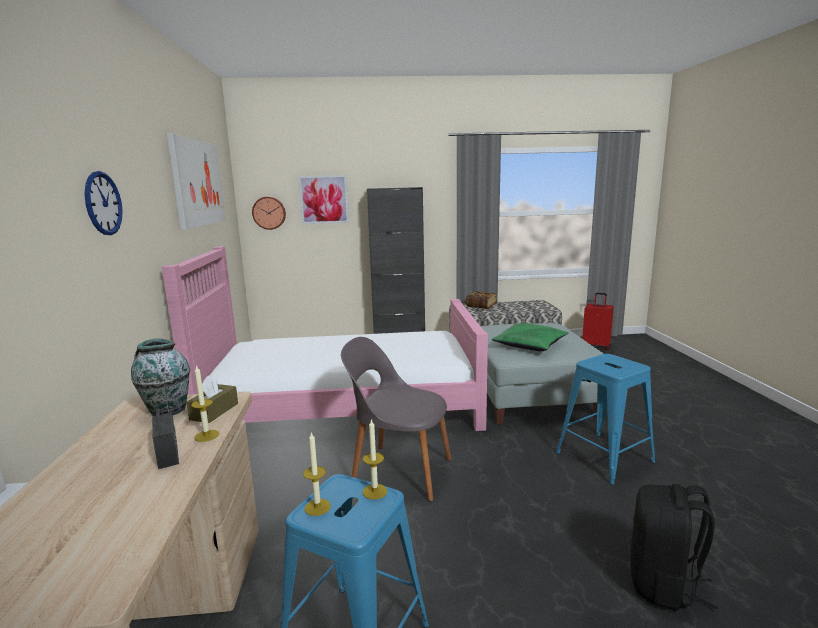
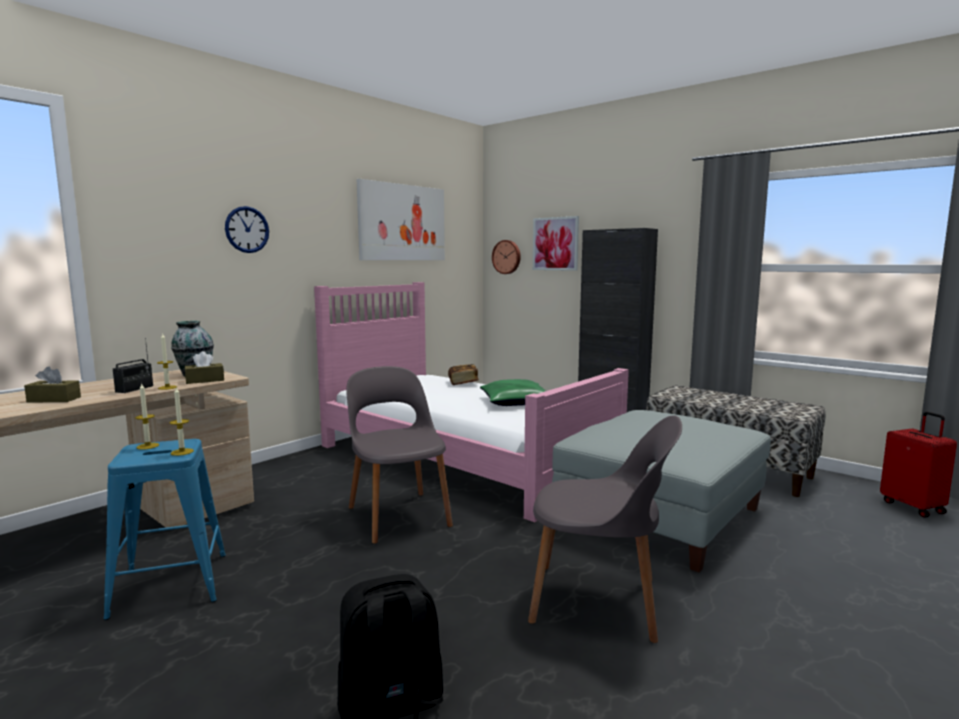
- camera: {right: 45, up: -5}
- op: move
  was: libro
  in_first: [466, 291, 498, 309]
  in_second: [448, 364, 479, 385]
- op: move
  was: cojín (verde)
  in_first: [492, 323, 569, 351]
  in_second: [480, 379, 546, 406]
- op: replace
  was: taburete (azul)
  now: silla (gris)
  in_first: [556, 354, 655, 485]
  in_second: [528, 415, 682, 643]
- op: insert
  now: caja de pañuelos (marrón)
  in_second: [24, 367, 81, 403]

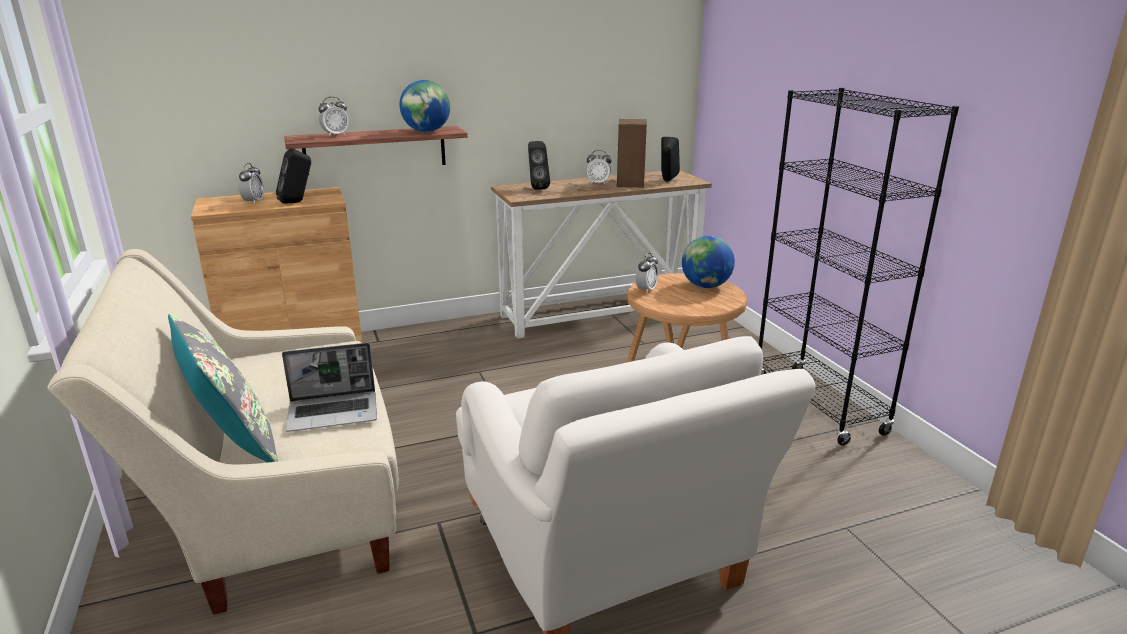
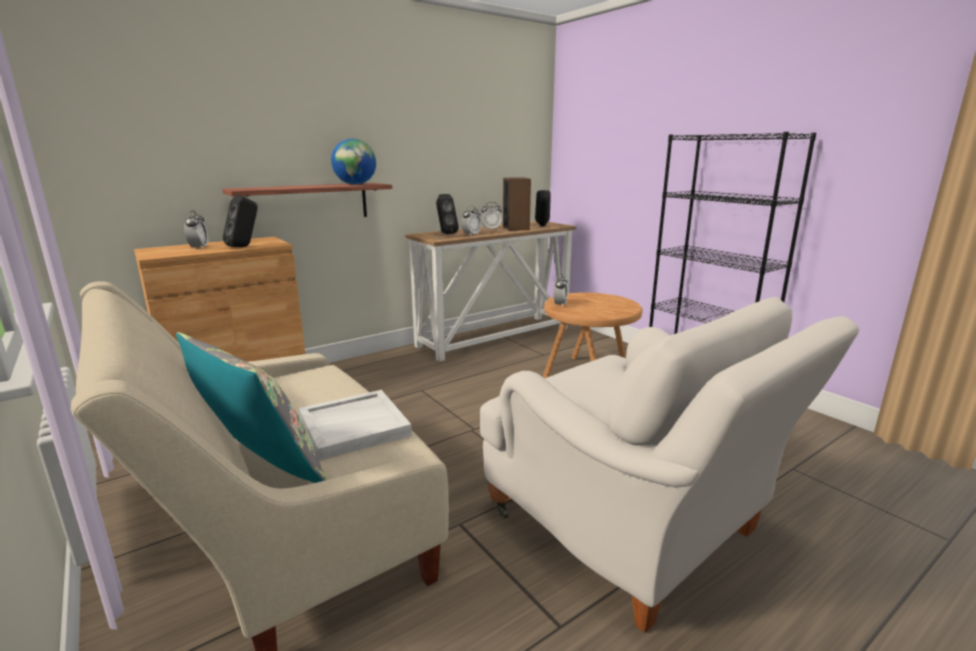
- camera: {right: -15, up: -5}
- op: move
  was: despertador
  in_first: [318, 97, 349, 137]
  in_second: [461, 206, 481, 236]
- op: delete
  was: globo terráqueo
  in_first: [682, 236, 735, 288]
- op: replace
  was: portátil
  now: bandeja (blanco)
  in_first: [282, 343, 377, 432]
  in_second: [299, 390, 412, 461]

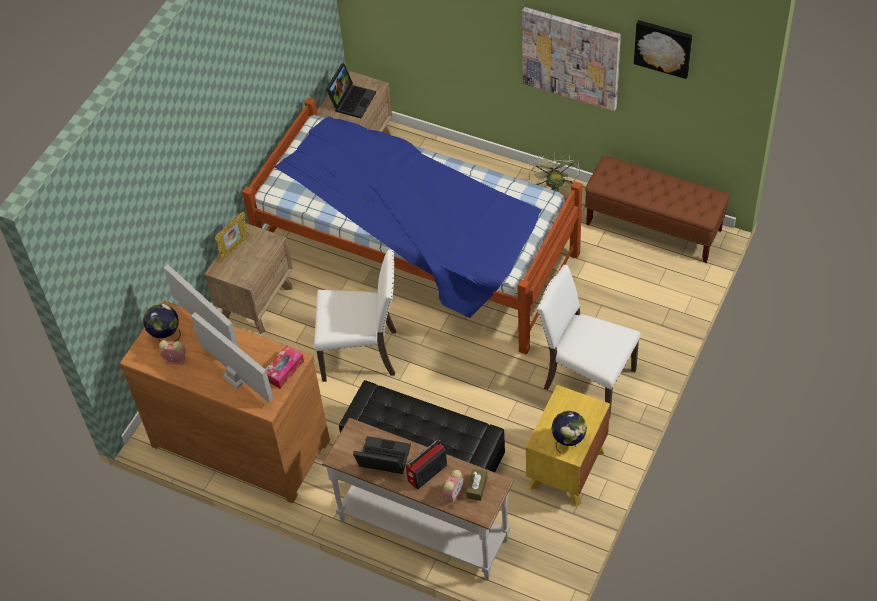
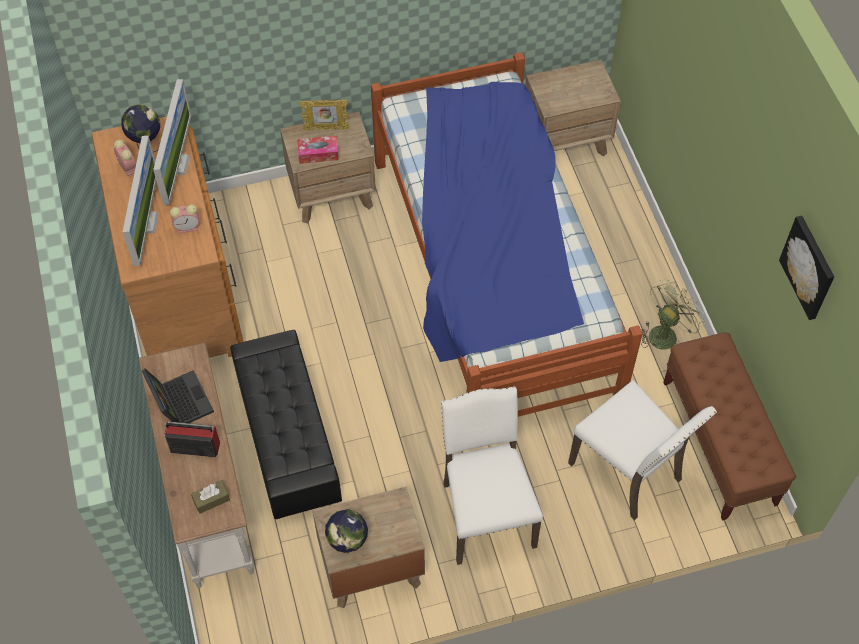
- camera: {right: 45, up: 5}
- op: delete
  was: cuadro
  in_first: [522, 7, 621, 111]
- op: delete
  was: portátil
  in_first: [326, 63, 376, 118]
- op: move
  was: silla (blanco)
  in_first: [314, 250, 396, 382]
  in_second: [568, 380, 717, 520]
- op: move
  was: caja de pañuelos
  in_first: [266, 345, 304, 389]
  in_second: [297, 136, 339, 164]
- op: recolor
  was: mesita de noche (amarillo)
  now: mesita de noche (marrón)
  in_first: [526, 385, 610, 507]
  in_second: [312, 486, 425, 608]
- op: move
  was: despertador
  in_first: [443, 470, 464, 503]
  in_second: [170, 204, 199, 233]

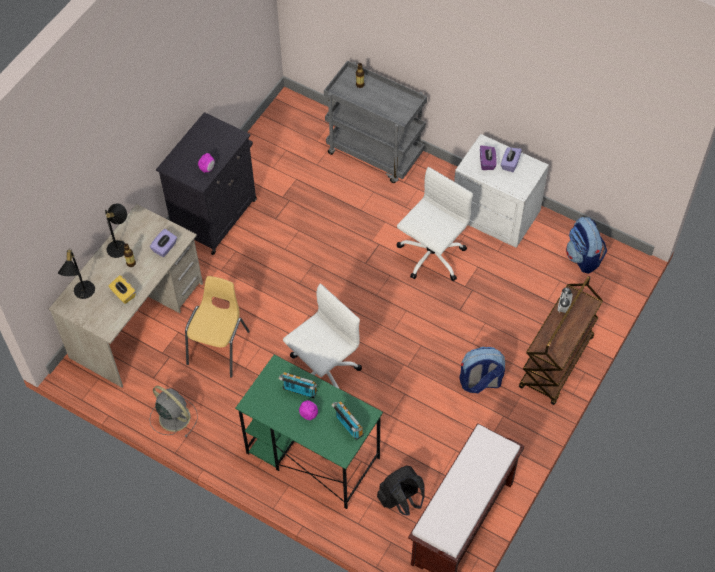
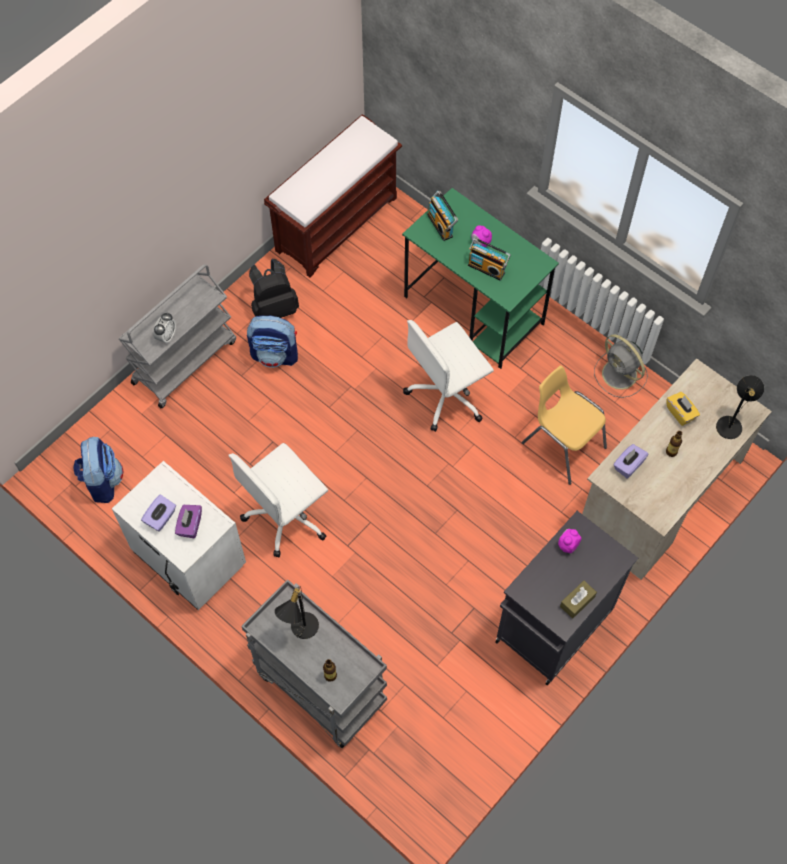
- camera: {right: -170, up: 5}
- op: move
  was: lámpara de mesa (negro)
  in_first: [105, 203, 127, 258]
  in_second: [274, 586, 319, 639]
- op: rotate
  was: silla (amarillo)
  in_first: [185, 276, 250, 378]
  in_second: [521, 365, 607, 485]
  clockwise: 105
- op: recolor
  was: carrito (marrón)
  now: carrito (gris)
  in_first: [519, 276, 603, 405]
  in_second: [119, 264, 236, 408]
- op: move
  was: mochila (negro)
  in_first: [377, 465, 425, 515]
  in_second: [249, 259, 299, 318]
- op: insert
  now: caja de pañuelos (marrón)
  in_second: [560, 581, 597, 619]

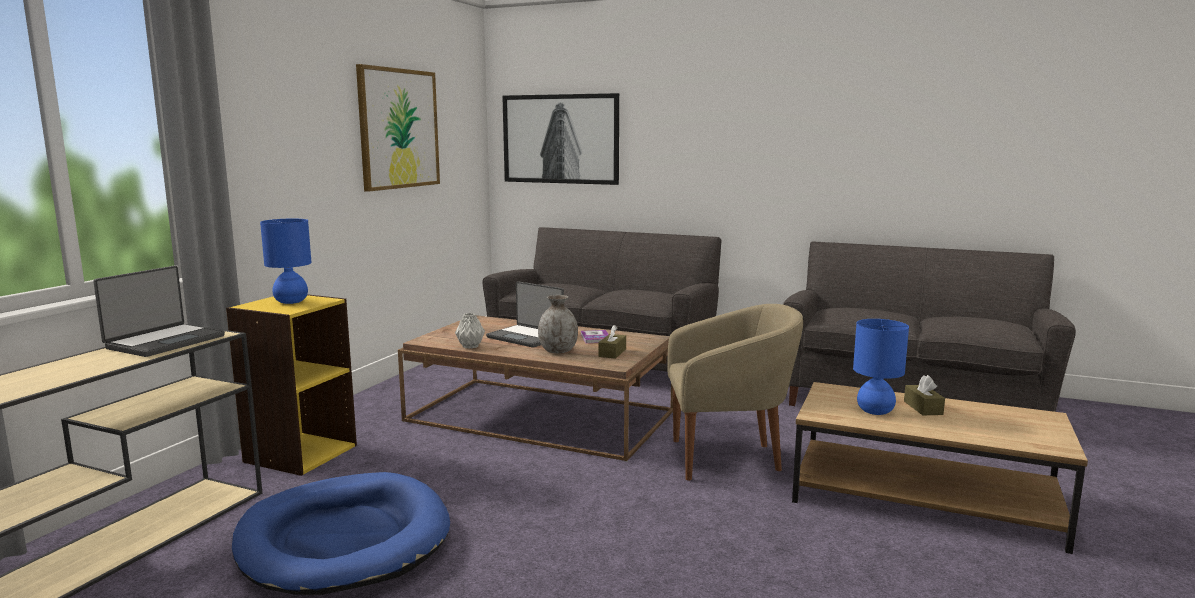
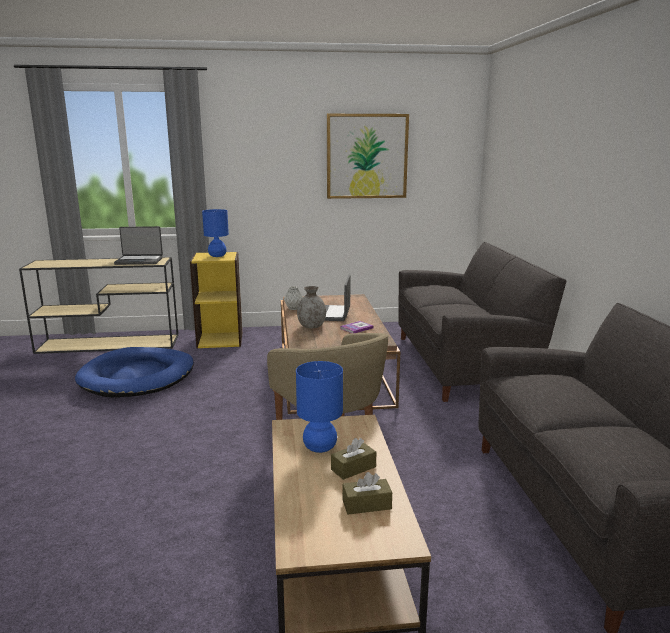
- camera: {right: 60, up: 5}
- op: delete
  was: cuadro
  in_first: [502, 93, 619, 185]
- op: move
  was: caja de pañuelos (marrón)
  in_first: [598, 325, 626, 359]
  in_second: [342, 472, 392, 515]

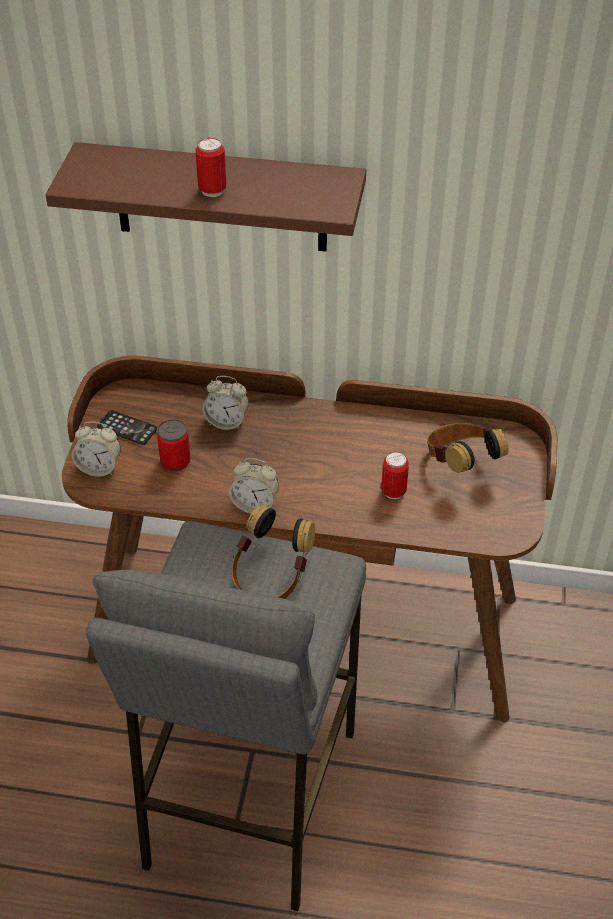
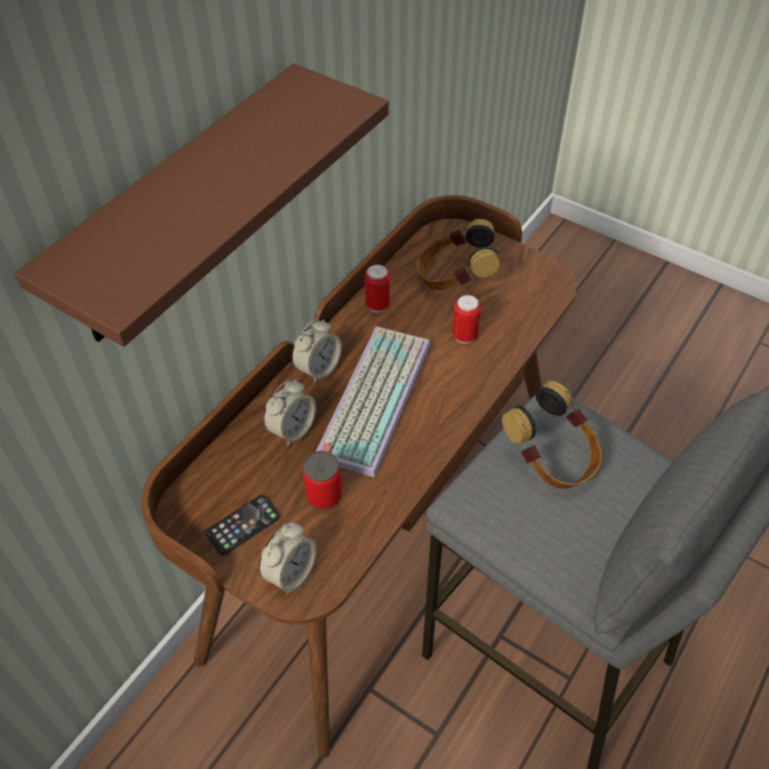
- camera: {right: -65, up: 5}
- op: move
  was: lata
  in_first: [195, 138, 227, 197]
  in_second: [364, 264, 390, 312]
- op: move
  was: despertador
  in_first: [229, 458, 279, 514]
  in_second: [292, 318, 342, 383]
- op: insert
  now: teclado
  in_second: [316, 326, 430, 477]

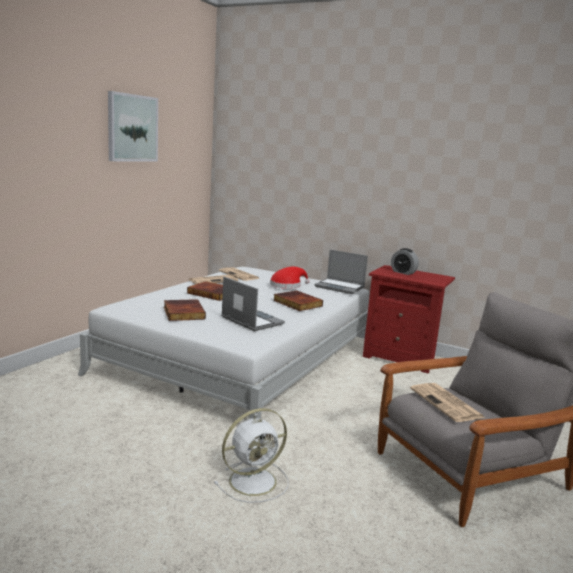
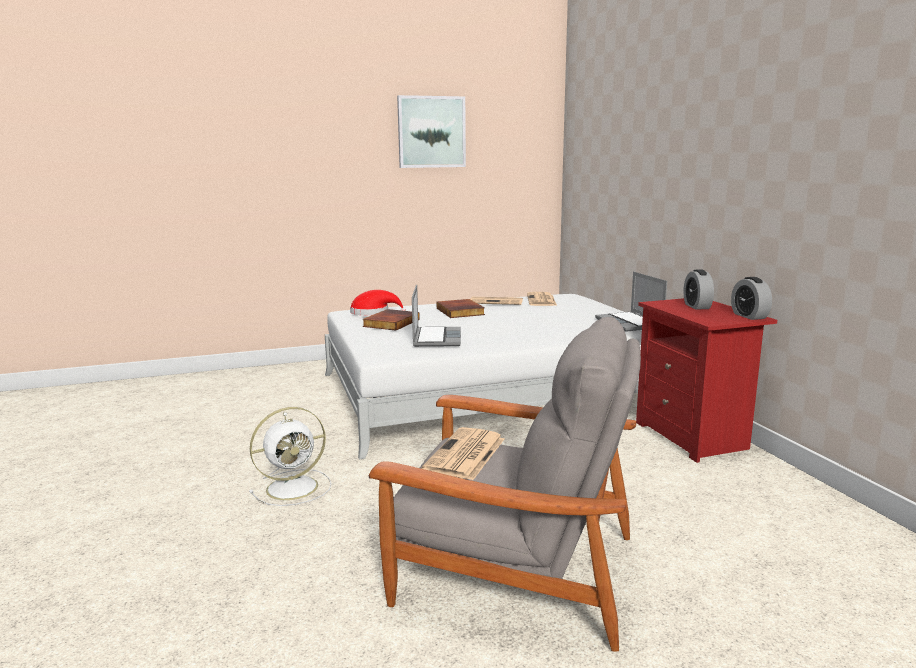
- camera: {right: 45, up: 0}
- op: move
  was: sombrero (rojo)
  in_first: [270, 267, 310, 289]
  in_second: [350, 290, 406, 315]
- op: delete
  was: libro
  in_first: [273, 290, 323, 311]
- op: rotate
  was: ventilador (blanco)
  in_first: [214, 408, 289, 503]
  in_second: [249, 407, 331, 506]
  clockwise: -45
- op: insert
  now: despertador
  in_second: [731, 277, 772, 320]

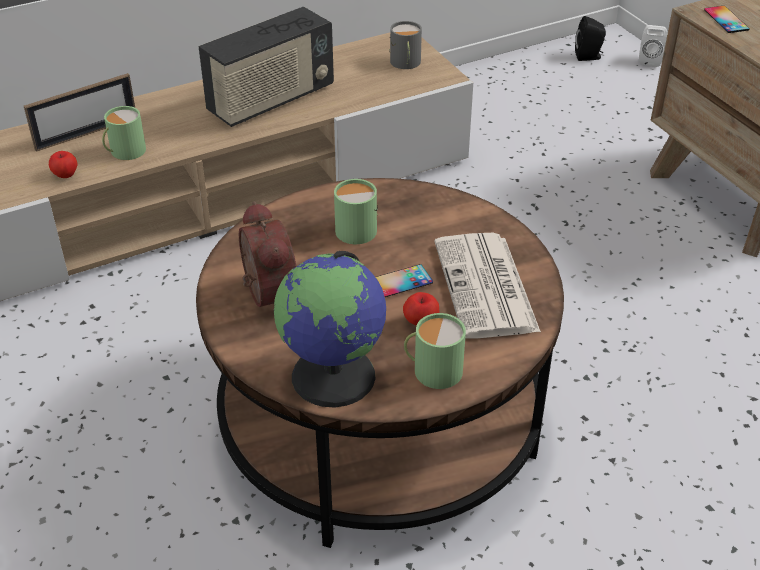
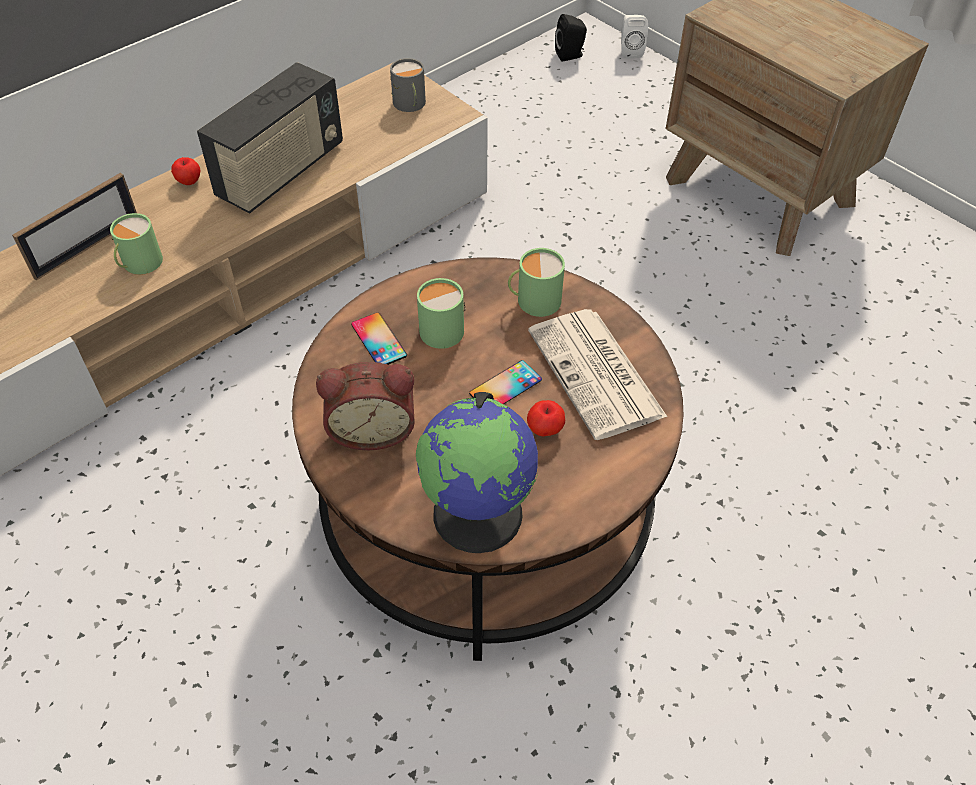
- camera: {right: -15, up: 10}
- op: move
  was: móvil
  in_first: [704, 6, 750, 33]
  in_second: [351, 312, 407, 365]
- op: move
  was: manzana
  in_first: [49, 151, 77, 178]
  in_second: [171, 157, 200, 185]
- op: rotate
  was: despertador
  in_first: [239, 201, 297, 307]
  in_second: [316, 362, 415, 450]
  clockwise: 120
- op: move
  was: taza grande (verde)
  in_first: [404, 313, 466, 389]
  in_second: [508, 248, 565, 317]

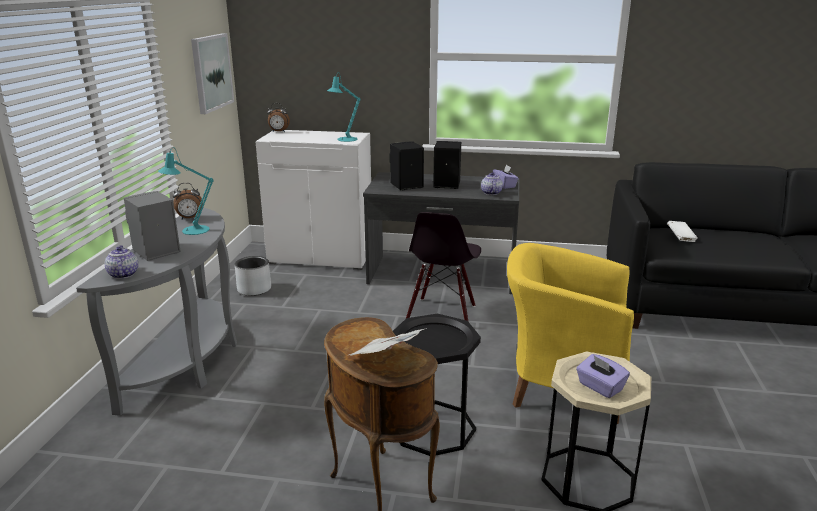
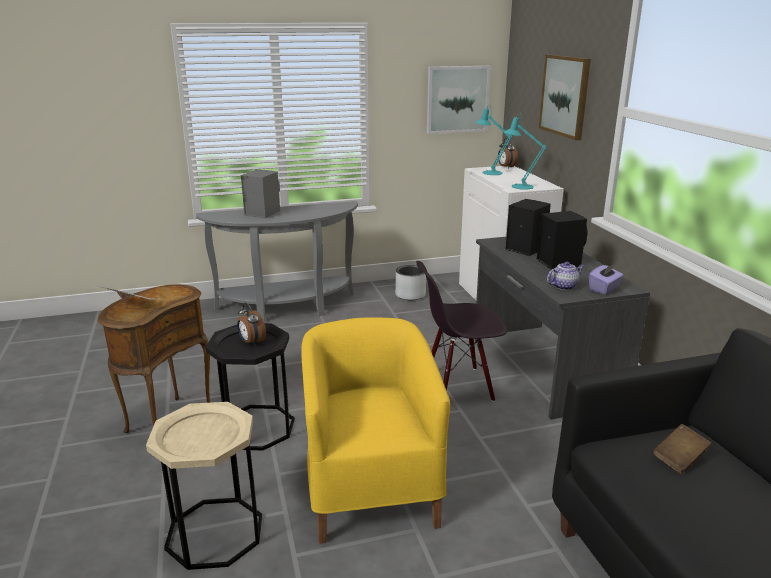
- camera: {right: 65, up: 0}
- op: move
  was: lámpara de mesa (turquesa)
  in_first: [158, 147, 214, 235]
  in_second: [476, 105, 512, 175]
- op: move
  was: despertador
  in_first: [173, 183, 203, 219]
  in_second: [237, 303, 266, 346]
- op: recolor
  was: libro (blanco)
  now: libro (marrón)
  in_first: [667, 221, 698, 242]
  in_second: [652, 424, 711, 474]
- op: delete
  was: tetera
  in_first: [105, 245, 138, 279]
- op: delete
  was: caja de pañuelos (morado)
  in_first: [576, 354, 630, 398]
- op: insert
  now: cuadro
  in_second: [539, 54, 591, 140]

